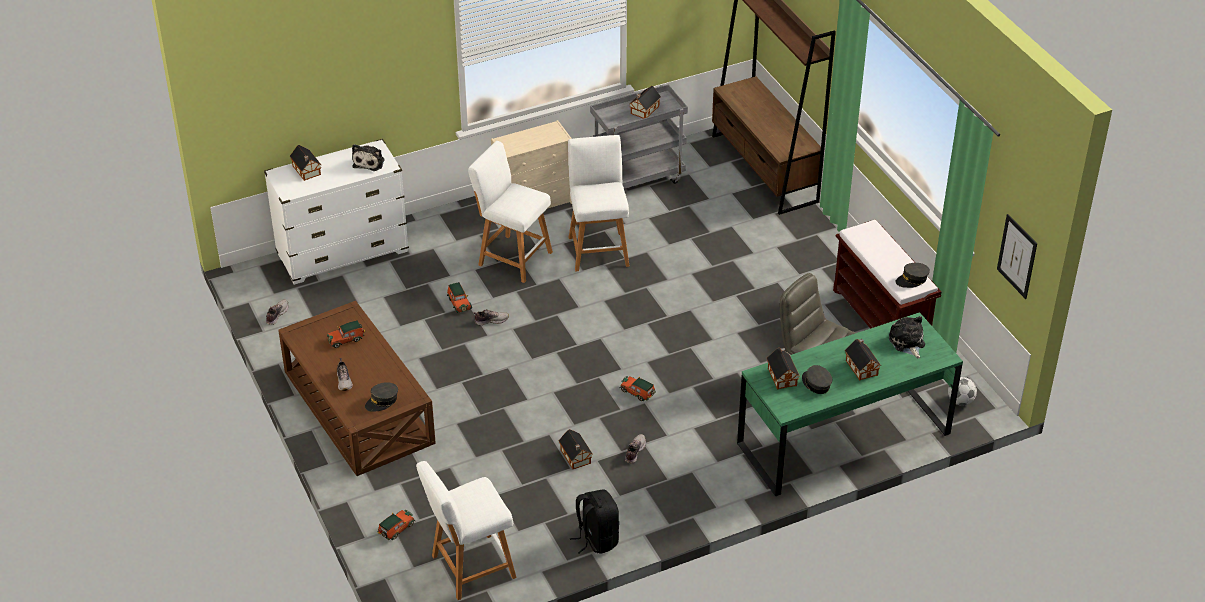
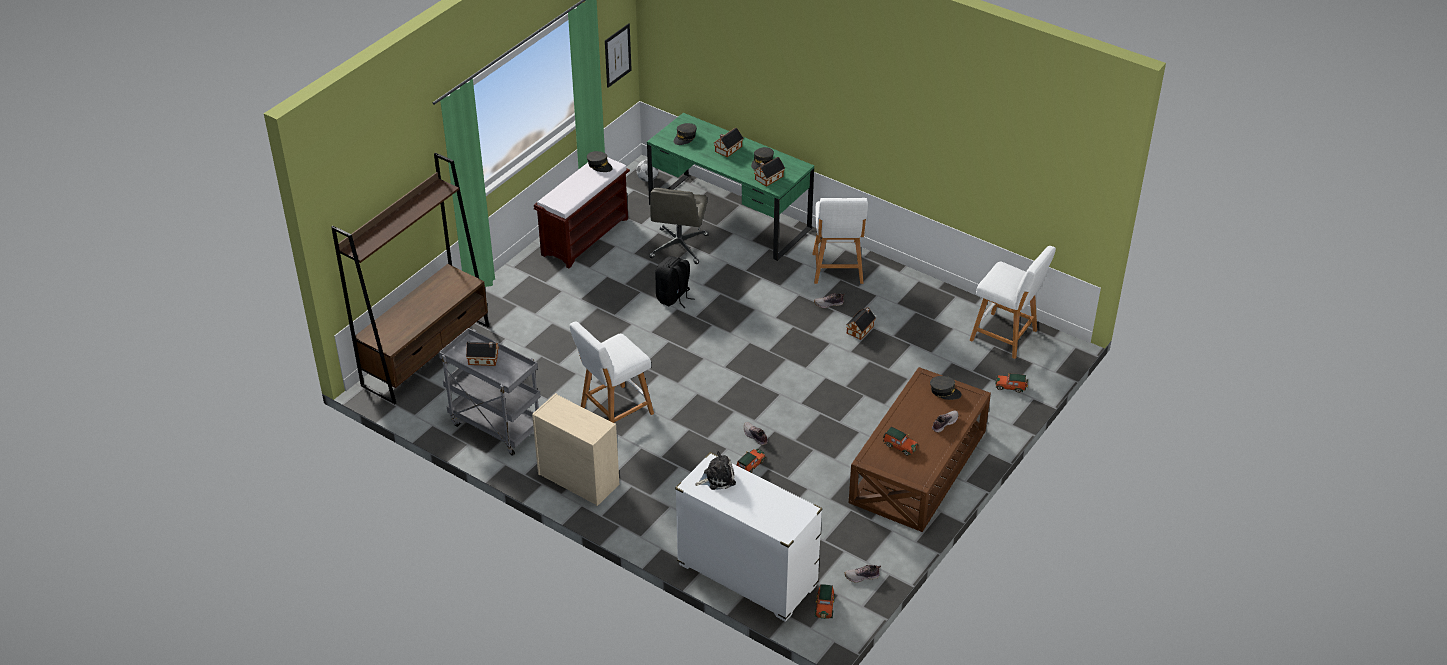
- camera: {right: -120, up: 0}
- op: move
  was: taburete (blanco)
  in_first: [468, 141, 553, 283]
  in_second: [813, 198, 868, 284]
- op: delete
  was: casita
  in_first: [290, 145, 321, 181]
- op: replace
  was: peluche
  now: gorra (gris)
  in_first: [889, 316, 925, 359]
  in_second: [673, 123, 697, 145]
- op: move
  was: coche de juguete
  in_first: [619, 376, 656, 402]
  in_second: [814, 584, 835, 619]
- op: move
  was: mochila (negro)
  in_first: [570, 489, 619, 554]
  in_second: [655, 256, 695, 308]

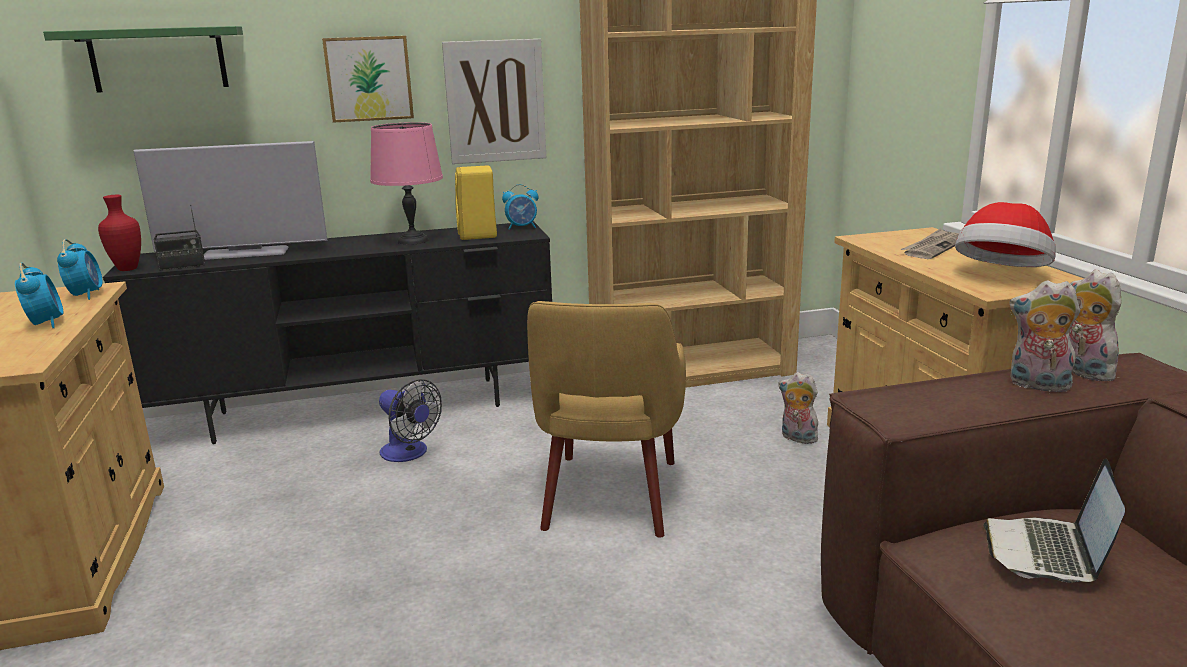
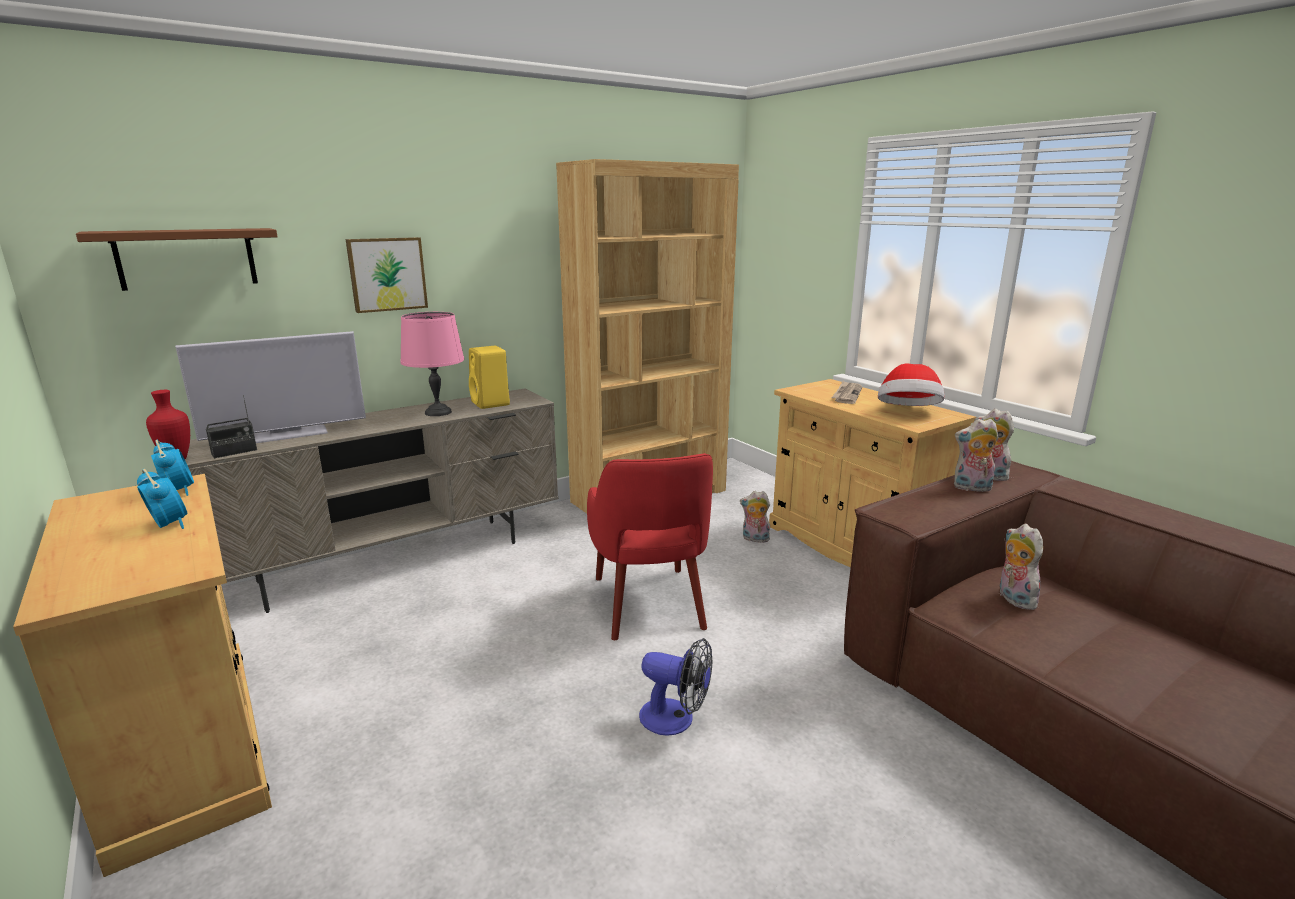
- camera: {right: -20, up: 0}
- op: recolor
  was: estante (verde)
  now: estante (marrón)
  in_first: [43, 26, 243, 93]
  in_second: [76, 228, 278, 291]
- op: delete
  was: cuadro
  in_first: [442, 39, 546, 164]
- op: delete
  was: despertador
  in_first: [502, 184, 538, 230]
- op: recolor
  was: mueble de televisión (negro)
  now: mueble de televisión (beis)
  in_first: [103, 221, 552, 444]
  in_second: [157, 389, 558, 613]
- op: recolor
  was: sillón (amarillo)
  now: sillón (rojo)
  in_first: [527, 301, 686, 538]
  in_second: [587, 453, 713, 640]
- op: move
  was: ventilador
  in_first: [379, 379, 442, 462]
  in_second: [639, 638, 712, 736]
- op: replace
  was: portátil
  now: peluche
  in_first: [983, 459, 1125, 583]
  in_second: [1000, 524, 1043, 610]

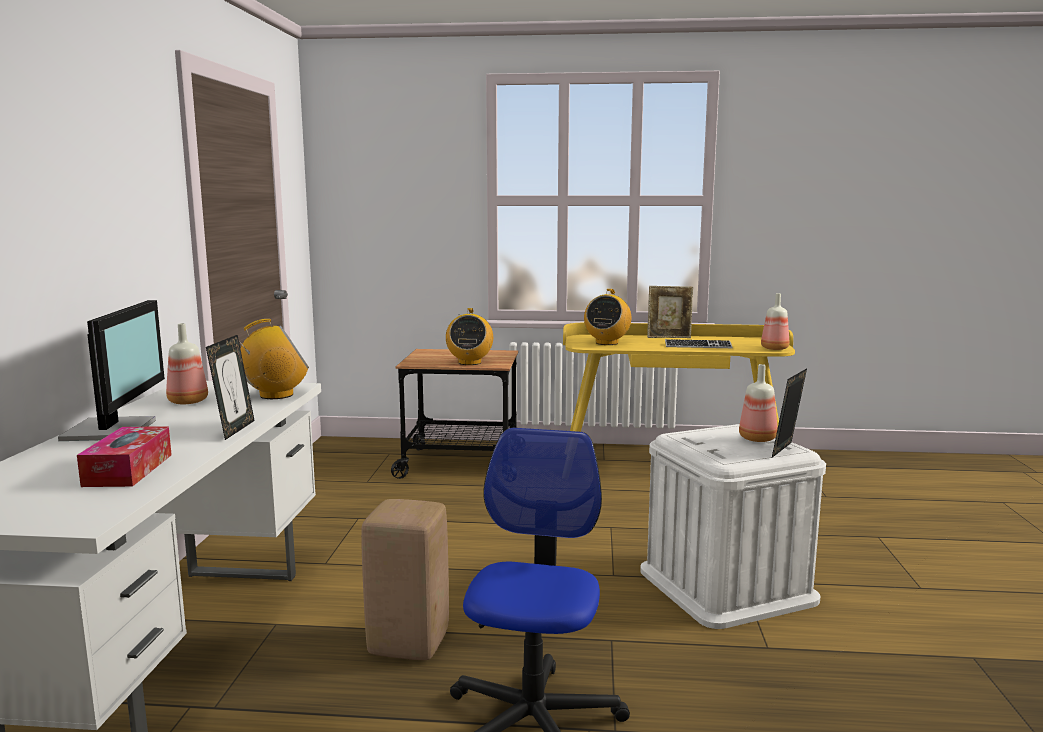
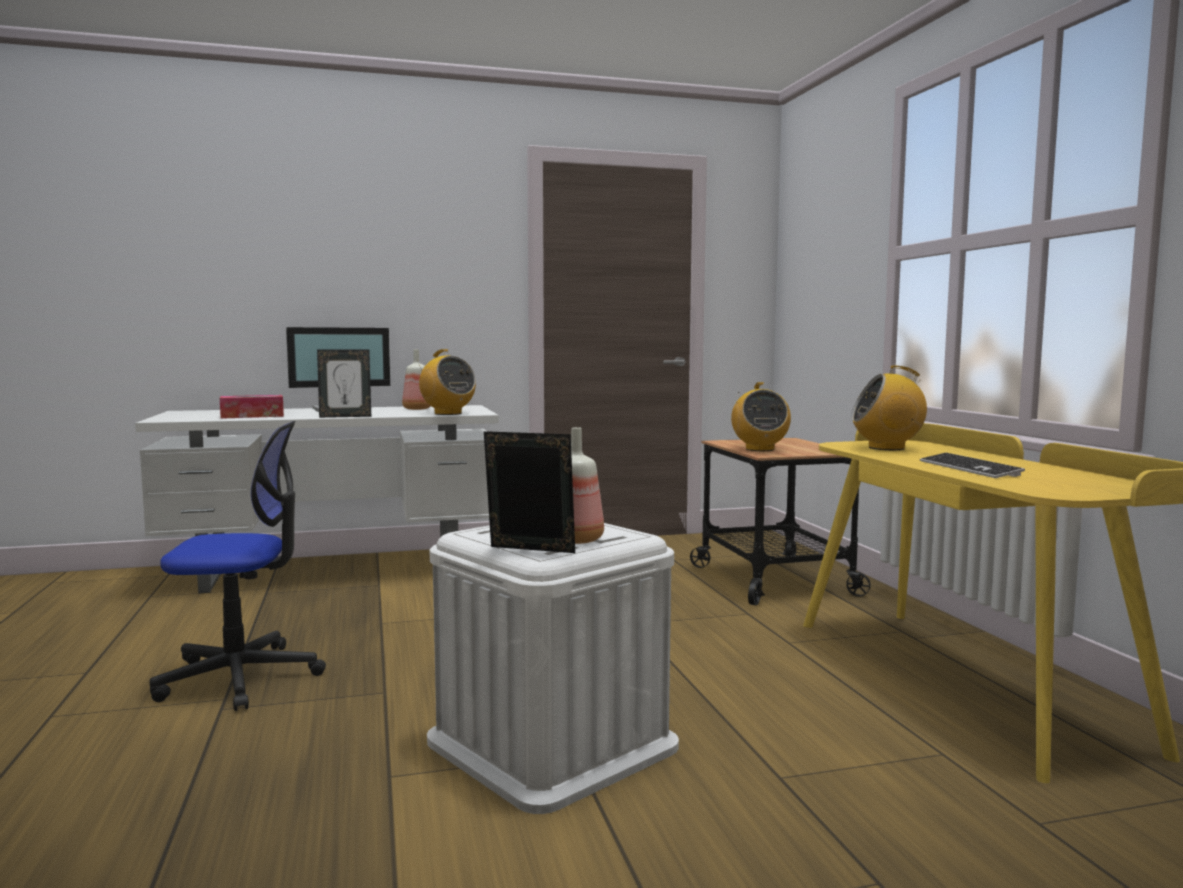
- camera: {right: 70, up: -5}
- op: delete
  was: portarretratos
  in_first: [647, 286, 693, 338]
- op: delete
  was: botella
  in_first: [761, 293, 789, 350]
- op: rotate
  was: radio
  in_first: [446, 308, 493, 365]
  in_second: [731, 382, 791, 451]
  clockwise: -75
- op: delete
  was: taburete (beis)
  in_first: [361, 499, 449, 660]

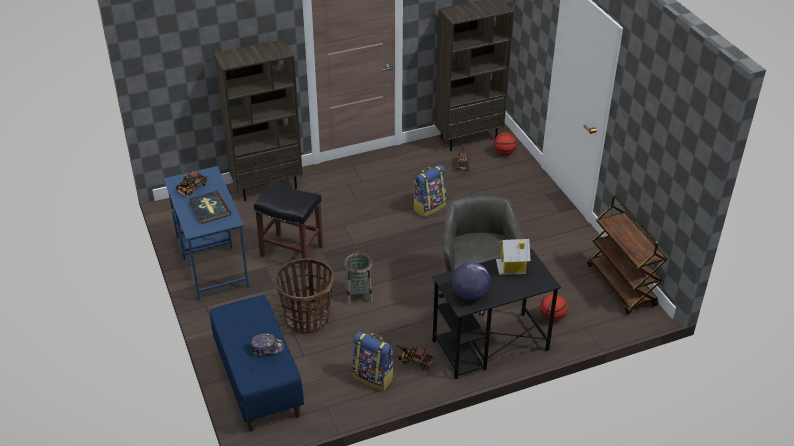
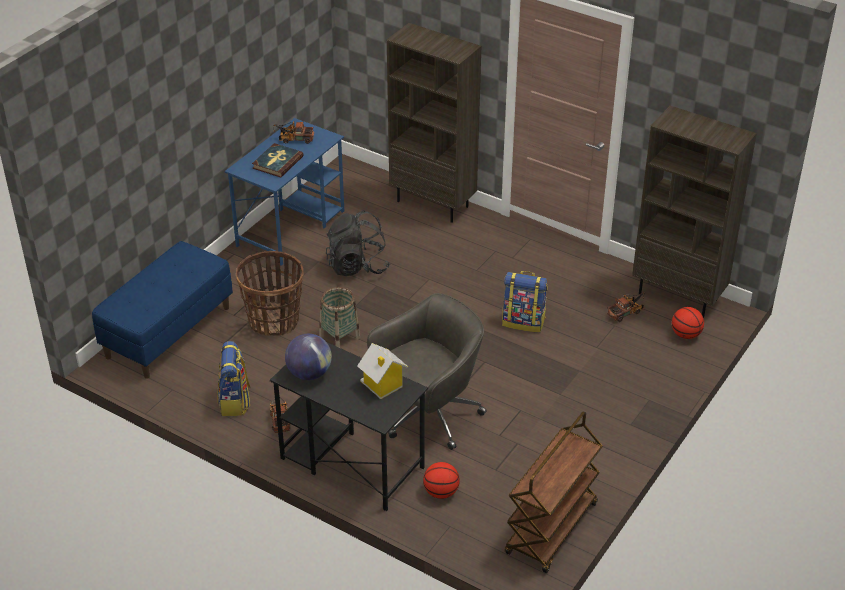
- camera: {right: 55, up: 0}
- op: replace
  was: taburete (negro)
  now: mochila (negro)
  in_first: [254, 182, 323, 270]
  in_second: [326, 210, 390, 276]
- op: delete
  was: gorra
  in_first: [251, 333, 284, 356]

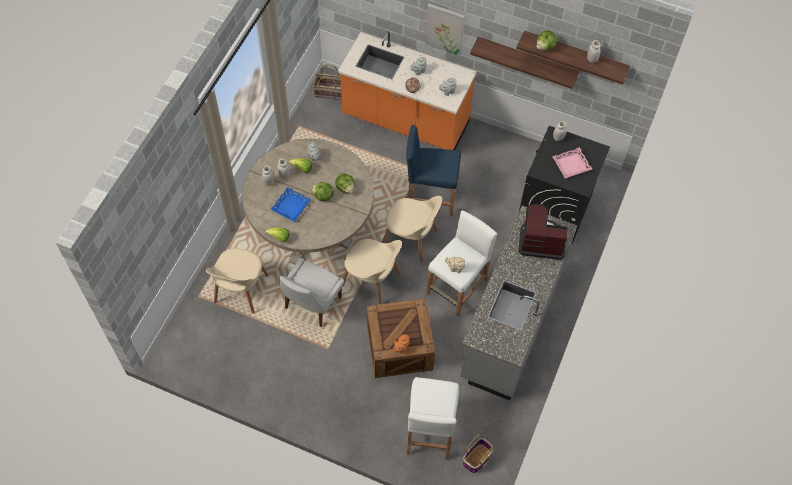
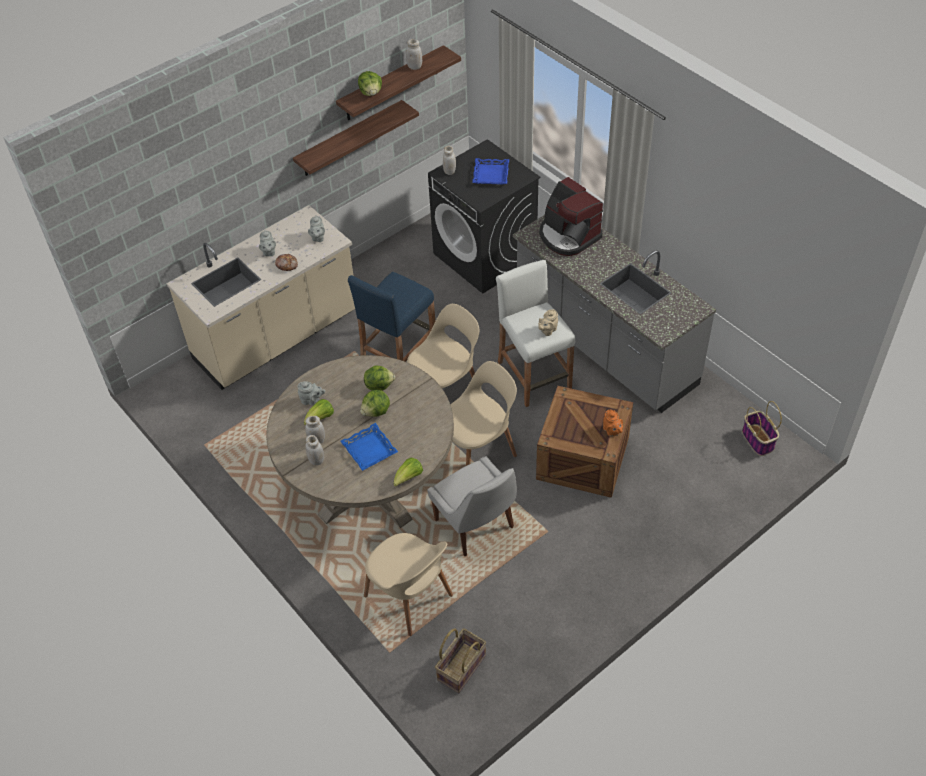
- camera: {right: -60, up: -10}
- op: delete
  was: cuadro
  in_first: [425, 4, 465, 56]
- op: recolor
  was: mueble bajo de cocina (naranja)
  now: mueble bajo de cocina (beis)
  in_first: [338, 31, 477, 150]
  in_second: [167, 205, 355, 390]
- op: move
  was: cesta
  in_first: [313, 64, 342, 100]
  in_second: [435, 628, 486, 694]
- op: recolor
  was: bandeja (rosa)
  now: bandeja (azul)
  in_first: [552, 147, 592, 178]
  in_second: [472, 158, 509, 184]
- op: rotate
  was: cafetera
  in_first: [519, 204, 568, 260]
  in_second: [539, 177, 603, 256]
  clockwise: -75
- op: delete
  was: taburete (blanco)
  in_first: [407, 377, 459, 460]

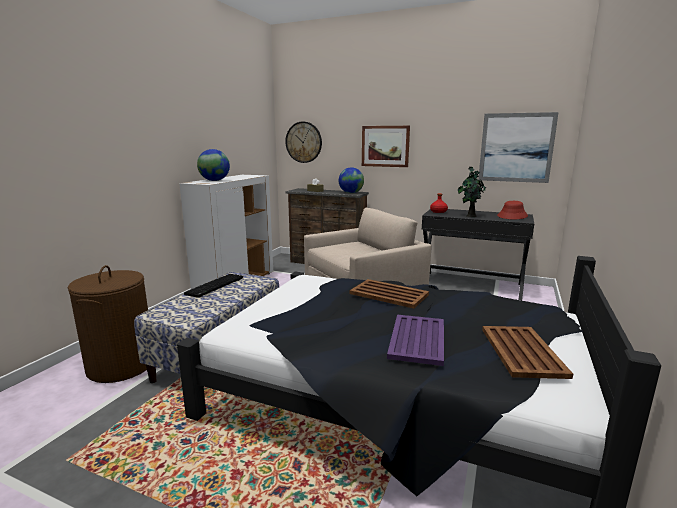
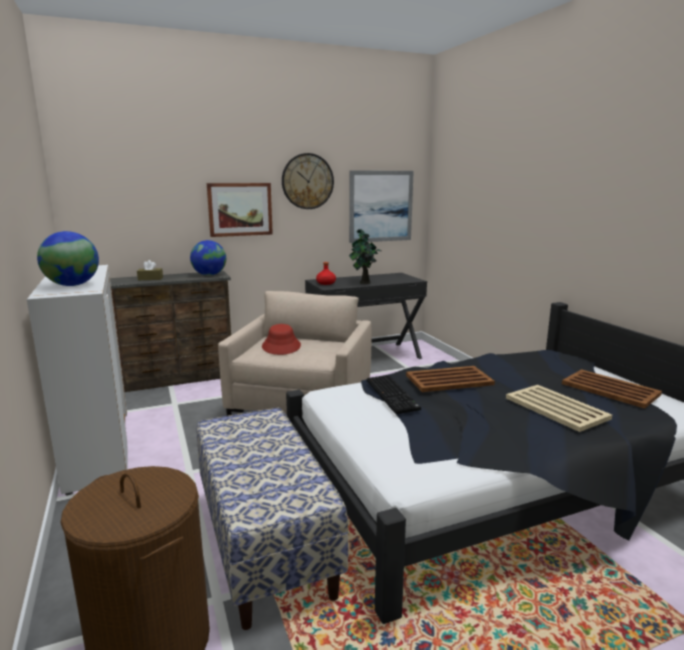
- camera: {right: -45, up: 0}
- op: move
  was: reloj de pared
  in_first: [285, 122, 322, 163]
  in_second: [282, 153, 334, 209]
- op: move
  was: sombrero (rojo)
  in_first: [497, 201, 528, 219]
  in_second: [262, 324, 301, 355]
- op: move
  was: teclado
  in_first: [184, 274, 243, 298]
  in_second: [367, 375, 421, 414]
- op: recolor
  was: bandeja (morado)
  now: bandeja (beis)
  in_first: [387, 315, 444, 366]
  in_second: [506, 385, 612, 432]

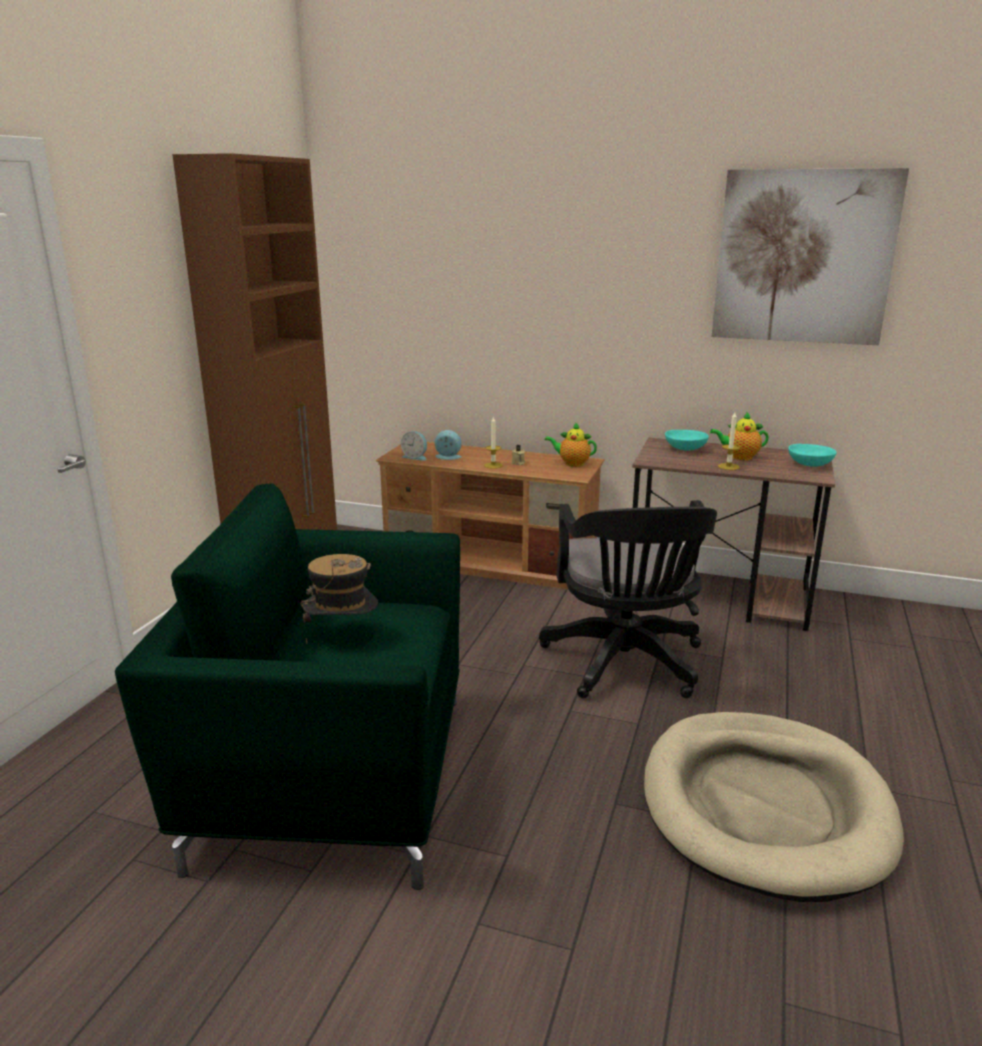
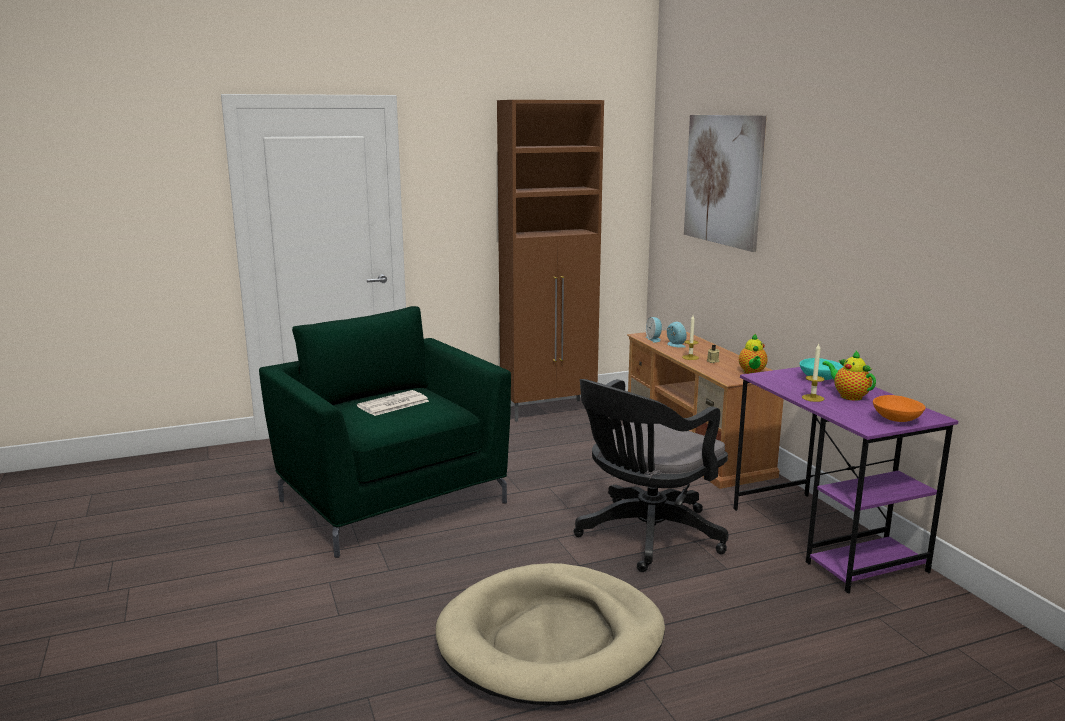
- camera: {right: 50, up: -5}
- op: move
  was: cuadro
  in_first: [711, 168, 909, 345]
  in_second: [684, 115, 767, 252]
- op: rotate
  was: tetera
  in_first: [545, 422, 597, 467]
  in_second: [739, 334, 767, 374]
  clockwise: -150
- op: recolor
  was: escritorio (marrón)
  now: escritorio (morado)
  in_first: [632, 438, 835, 631]
  in_second: [733, 367, 958, 594]
- op: recolor
  was: cuenco (turquesa)
  now: cuenco (naranja)
  in_first: [788, 444, 837, 467]
  in_second: [873, 395, 926, 422]
- op: replace
  was: sombrero
  now: periódico
  in_first: [300, 554, 378, 644]
  in_second: [357, 390, 429, 416]

